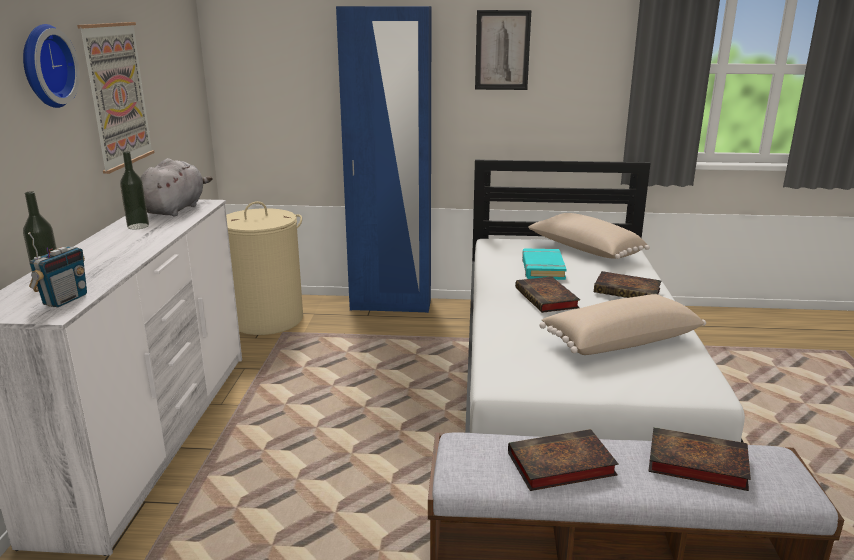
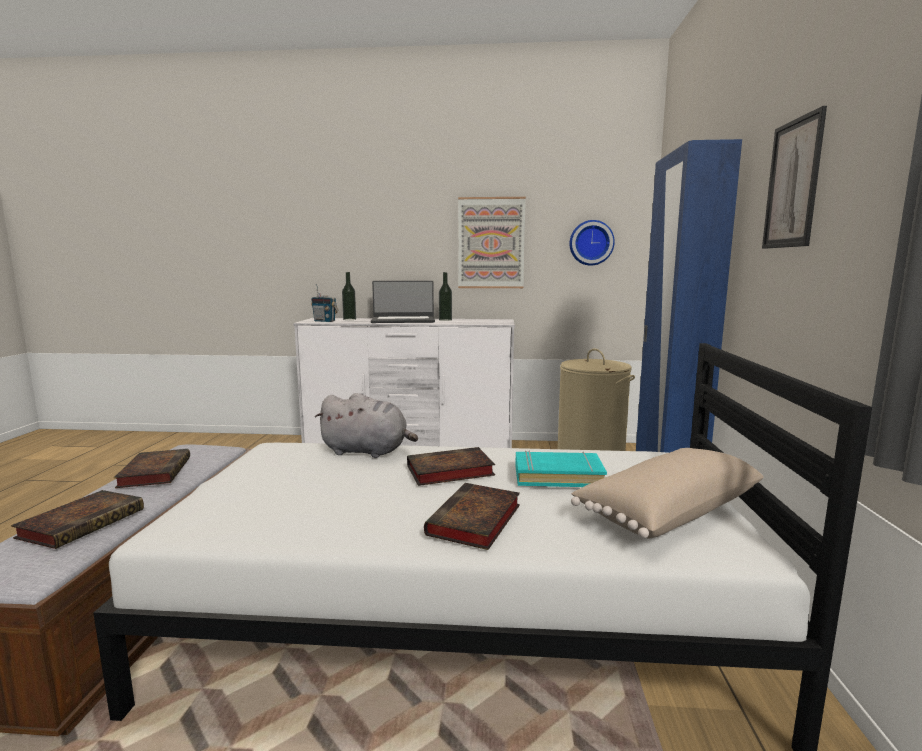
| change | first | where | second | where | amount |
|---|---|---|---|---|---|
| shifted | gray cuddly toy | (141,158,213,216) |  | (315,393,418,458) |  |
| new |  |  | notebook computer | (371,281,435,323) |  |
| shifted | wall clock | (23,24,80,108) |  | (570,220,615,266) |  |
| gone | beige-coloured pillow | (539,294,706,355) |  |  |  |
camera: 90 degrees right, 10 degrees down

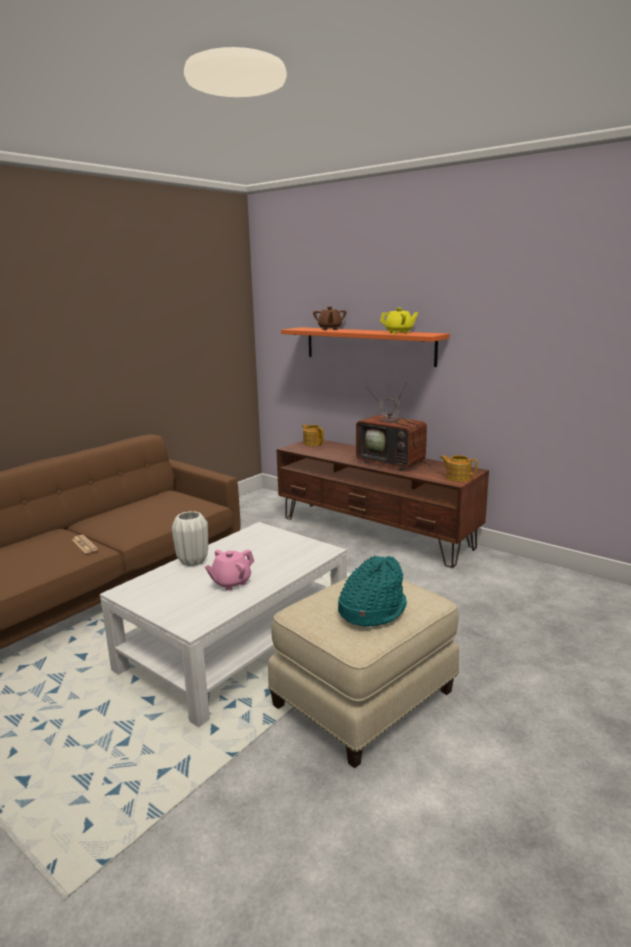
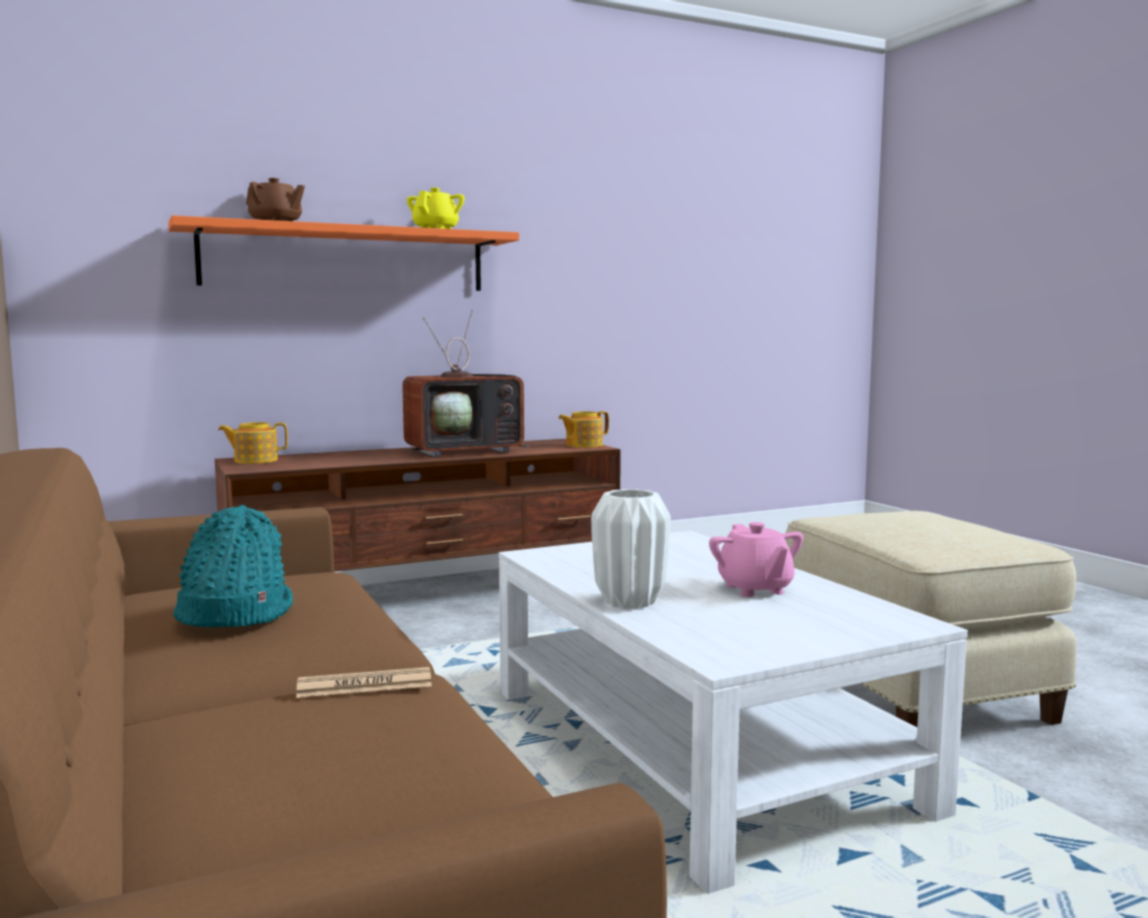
| change | first | where | second | where | amount |
|---|---|---|---|---|---|
| shifted | turquoise-coloured clothing hat | (338,556,407,627) |  | (173,505,293,627) |  |
camera: 65 degrees left, 10 degrees down

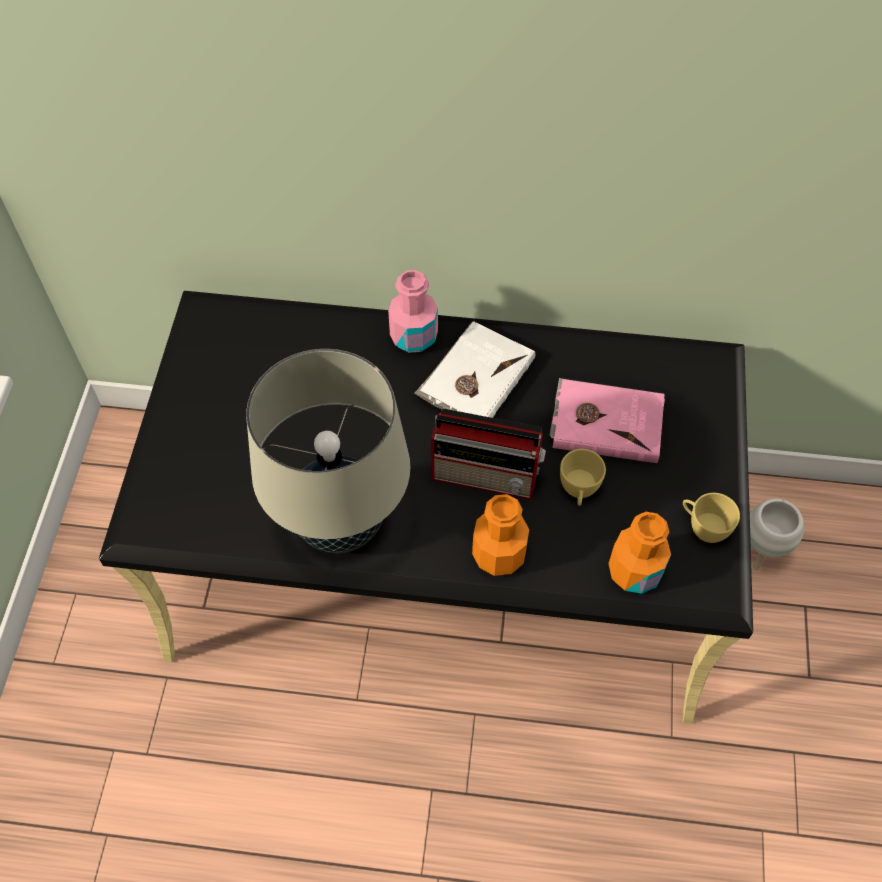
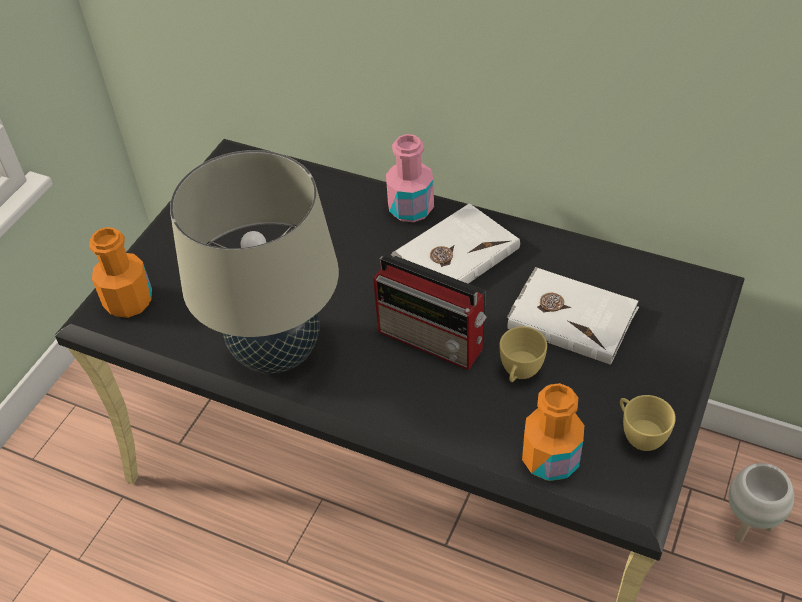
| change | first | where | second | where | amount |
|---|---|---|---|---|---|
| shifted | orangey beverage bottle | (472,494,529,576) |  | (89,227,152,318) |  |
| repainted | pinkish book | (550,378,665,463) | white book | (507,267,639,365) |  |
camera: 20 degrees right, 10 degrees down

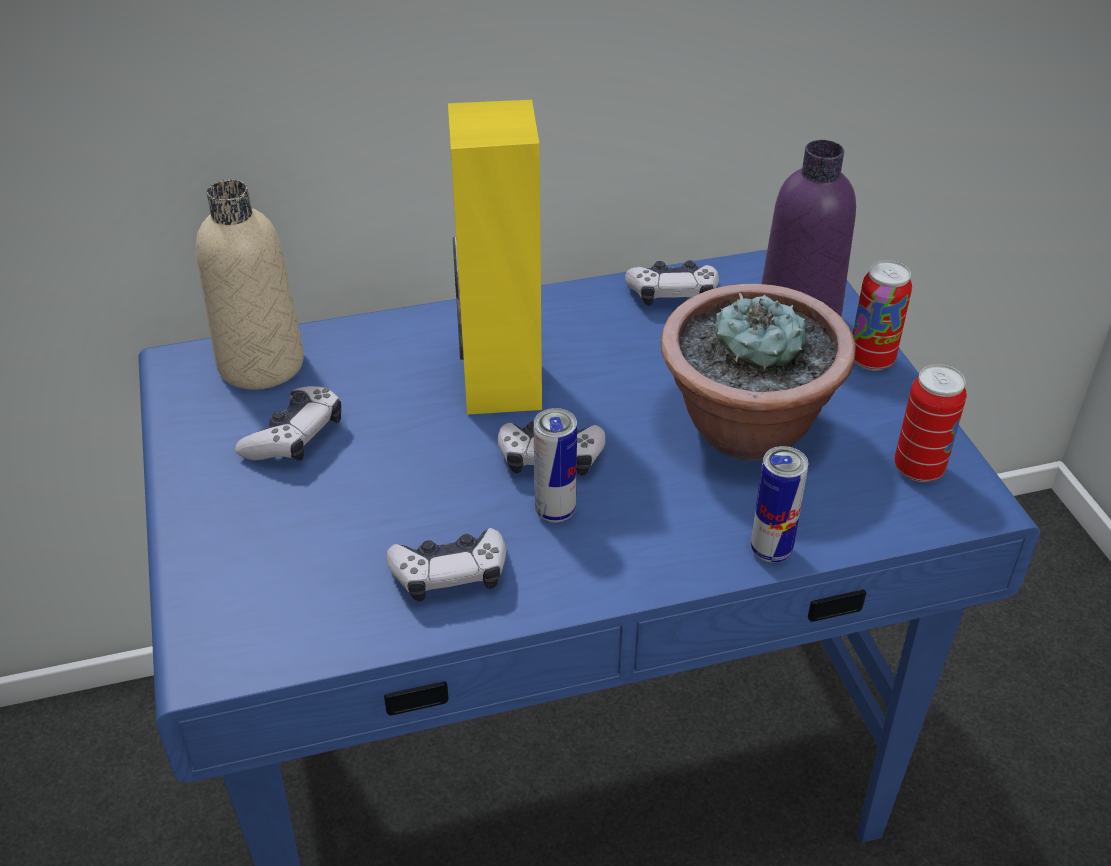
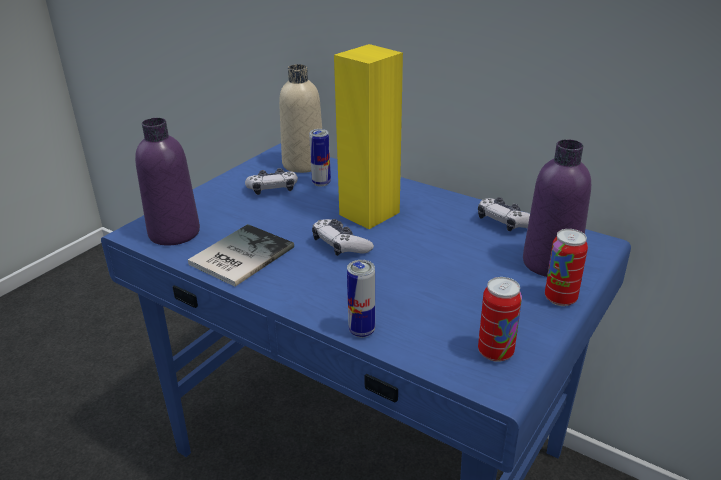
| change | first | where | second | where | amount |
|---|---|---|---|---|---|
| new |  |  | purple beverage bottle | (135,118,200,246) |  |
| swapped | joypad | (386,528,506,602) | book | (188,224,294,287) |  |
| shifted | metal can | (534,408,577,523) |  | (309,129,331,187) |  |
| gone | houseplant | (661,284,856,460) |  |  |  |
camera: 50 degrees right, 10 degrees down

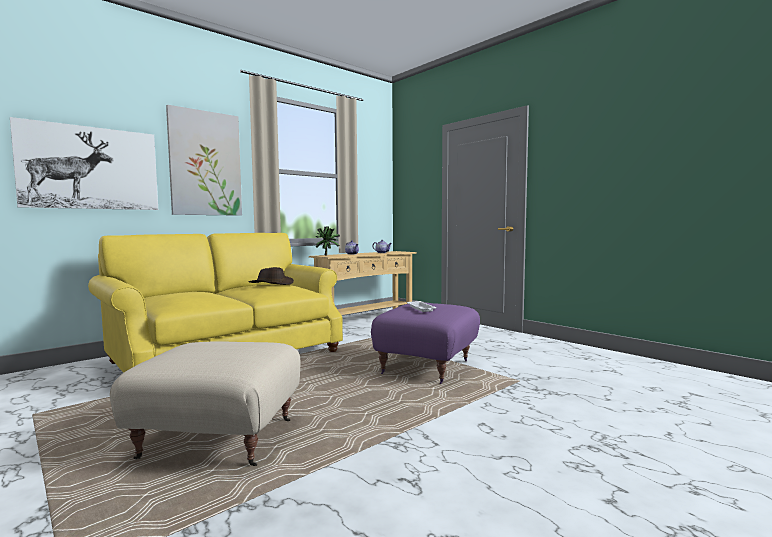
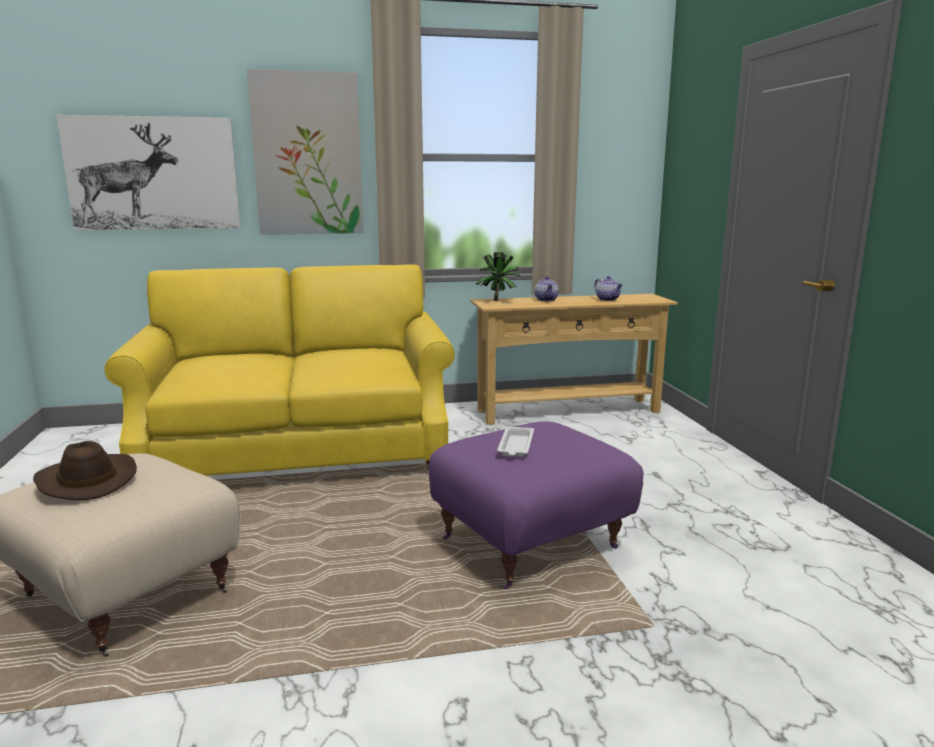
| change | first | where | second | where | amount |
|---|---|---|---|---|---|
| shifted | brown clothing hat | (249,267,294,285) |  | (33,441,137,500) |  |
camera: 30 degrees right, 10 degrees up

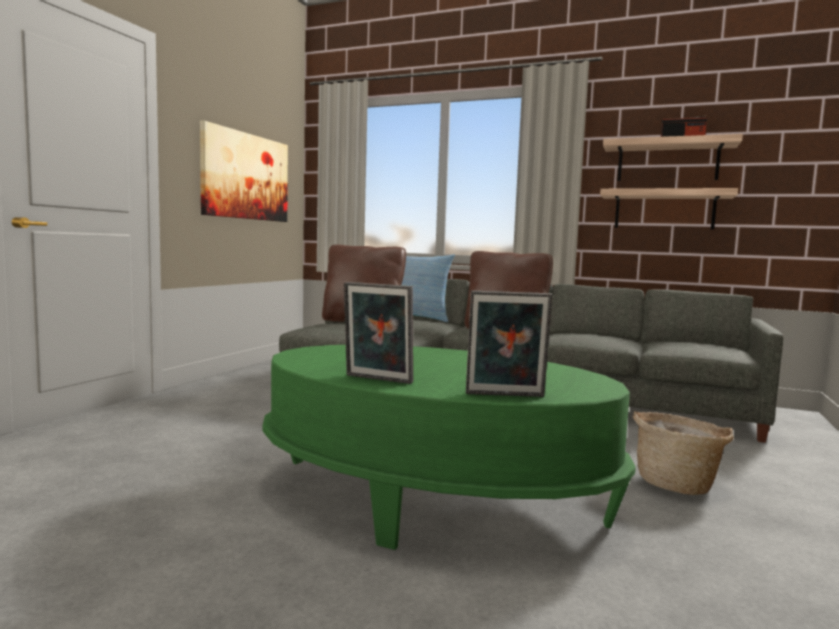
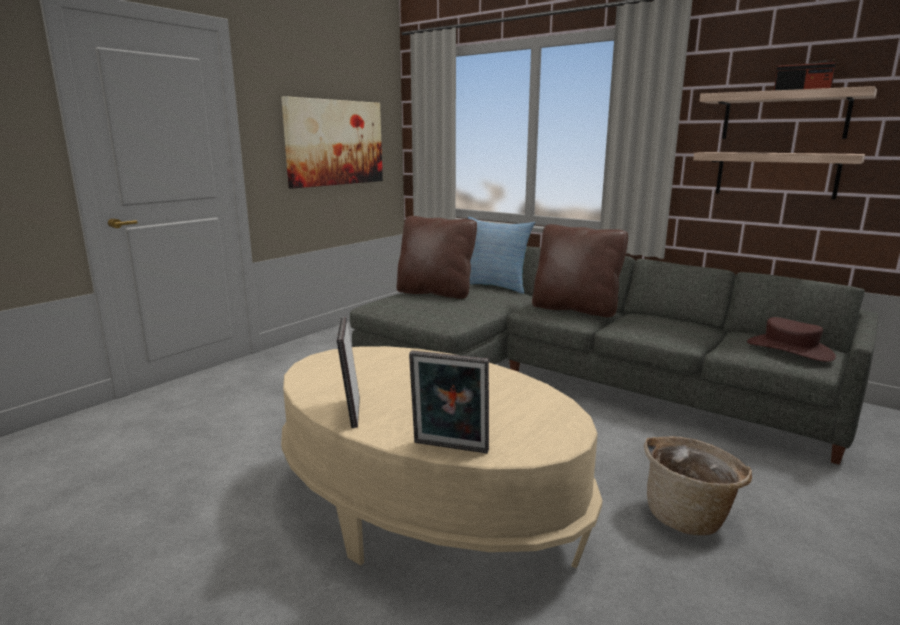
| change | first | where | second | where | amount |
|---|---|---|---|---|---|
| repainted | green low table | (263,345,636,550) | beige-coloured low table | (281,346,603,568) |  |
| rotated | picture frame | (344,282,413,384) |  | (337,317,360,428) | 45 degrees clockwise |
| new |  |  | brown clothing hat | (747,317,836,362) |  |
camera: 15 degrees right, 10 degrees up

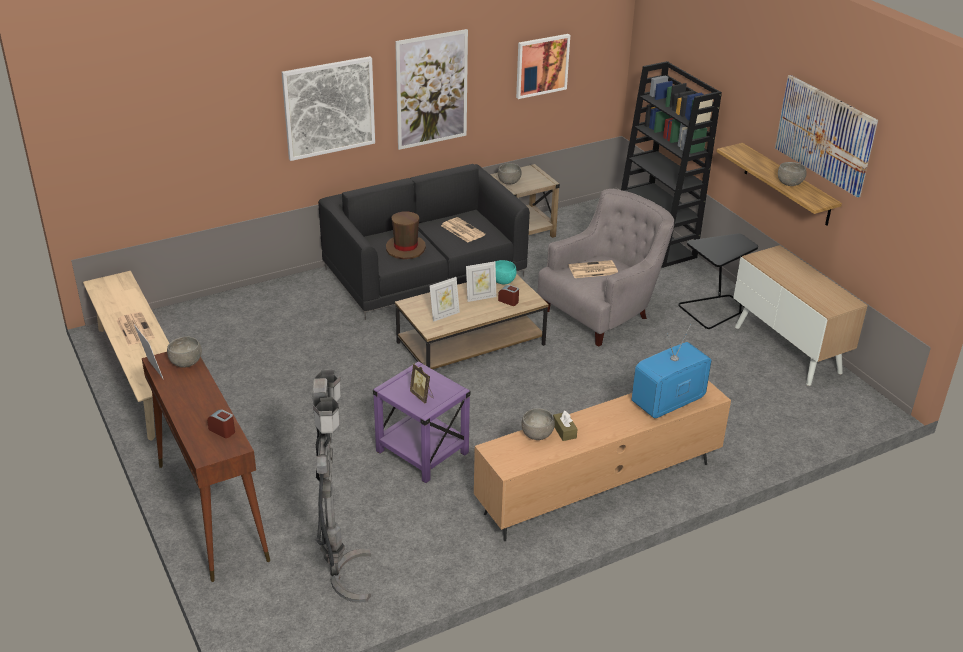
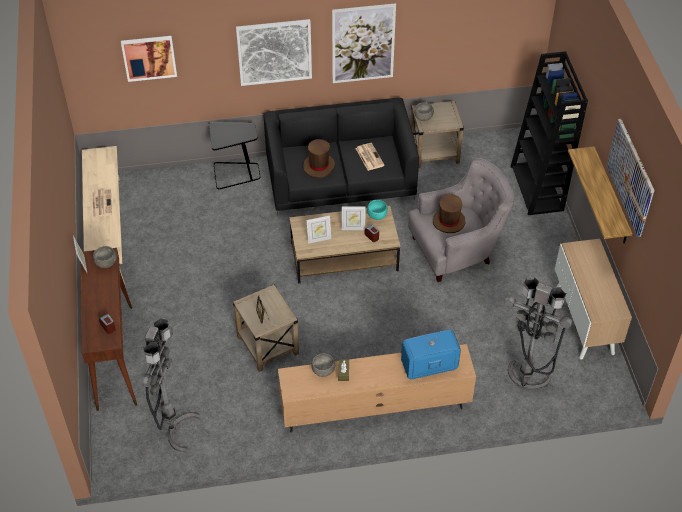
| change | first | where | second | where | amount |
|---|---|---|---|---|---|
| shifted | picture | (516,34,570,99) |  | (121,36,177,82) |  |
| shifted | black-coloured accent table | (678,233,758,329) |  | (209,122,260,189) |  |
| repainted | purple accent table | (373,361,470,483) | beige-coloured accent table | (233,285,299,372) |  |
| swapped | daily paper | (569,260,618,278) | brown clothing hat | (433,194,465,233) |  |
| new |  |  | gray standing lamp | (504,277,572,390) |  |
| gone | gray bowl | (778,162,806,186) |  |  |  |
camera: 20 degrees right, 15 degrees up

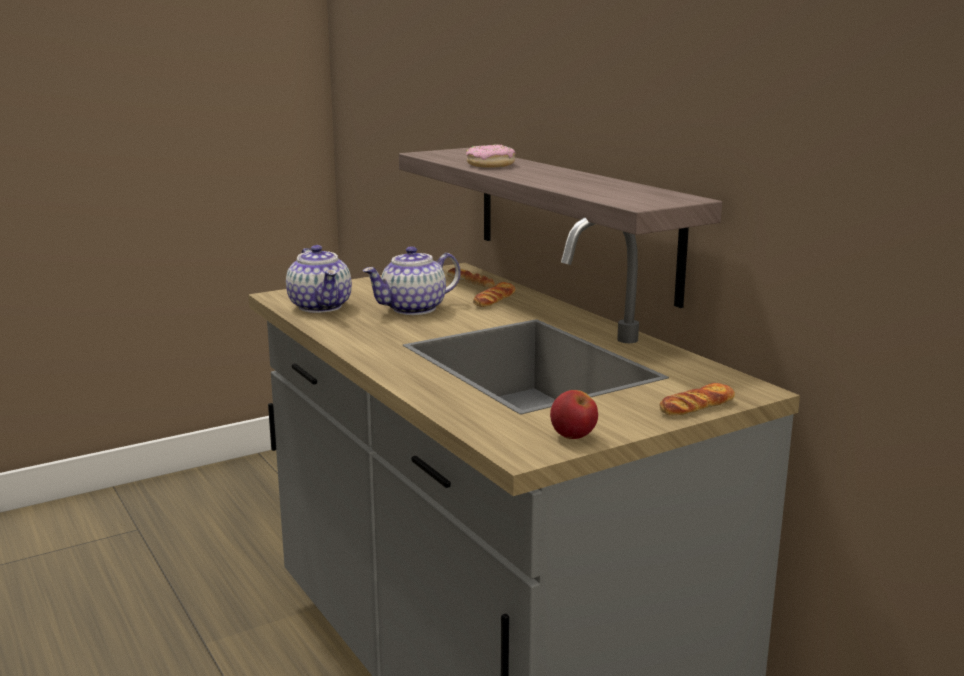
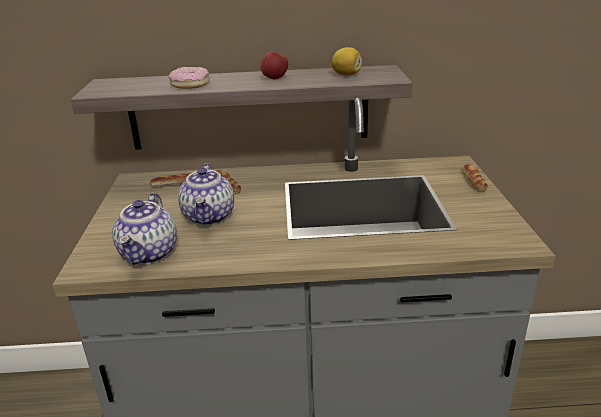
| change | first | where | second | where | amount |
|---|---|---|---|---|---|
| rotated | teapot | (286,245,352,313) |  | (112,193,177,265) | 90 degrees clockwise |
| shifted | apple | (550,390,598,439) |  | (261,51,288,80) |  |
| new |  |  | citrus fruit | (332,47,362,76) |  |
camera: 60 degrees left, 10 degrees up

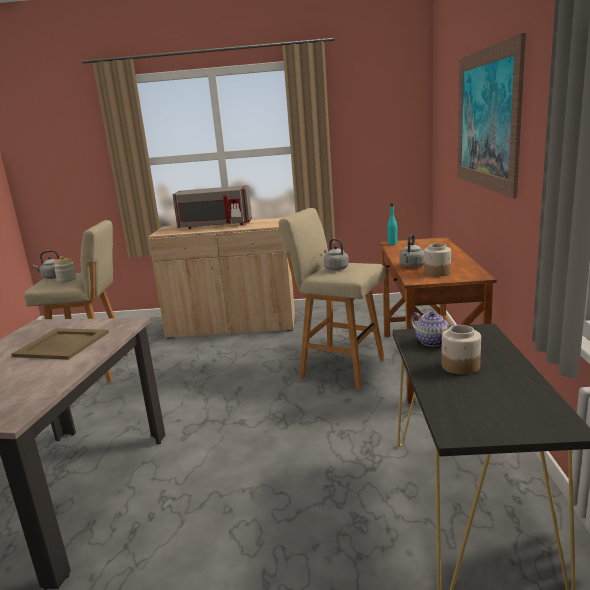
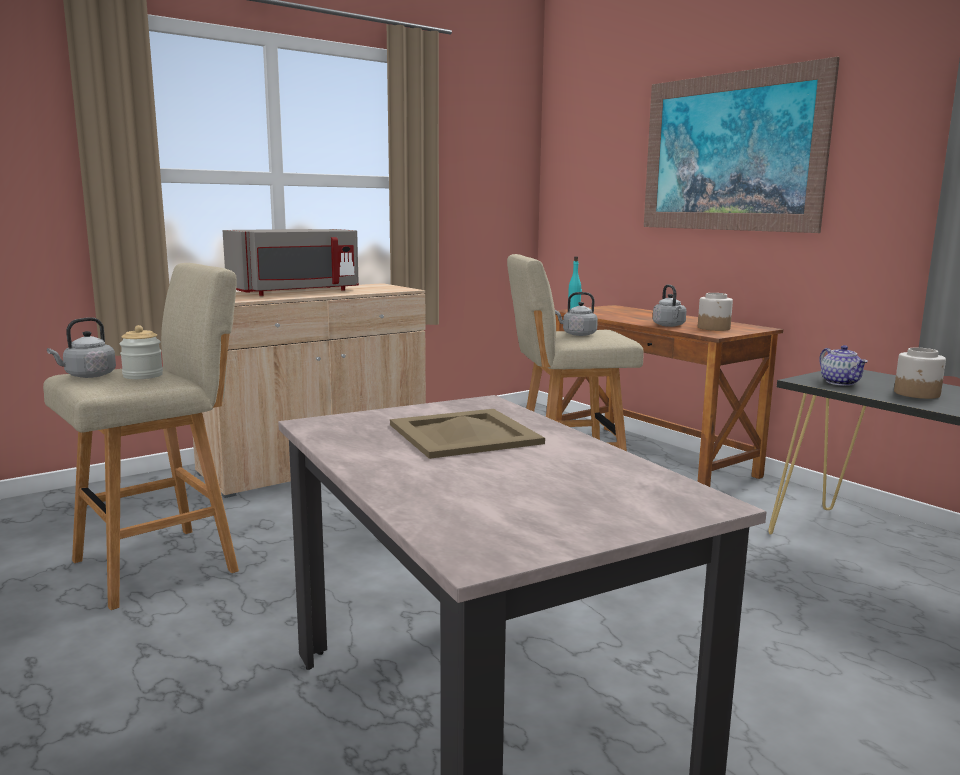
| change | first | where | second | where | amount |
|---|---|---|---|---|---|
| rotated | teapot | (410,311,454,346) |  | (819,345,868,386) | 60 degrees clockwise |
camera: 40 degrees left, 5 degrees down

